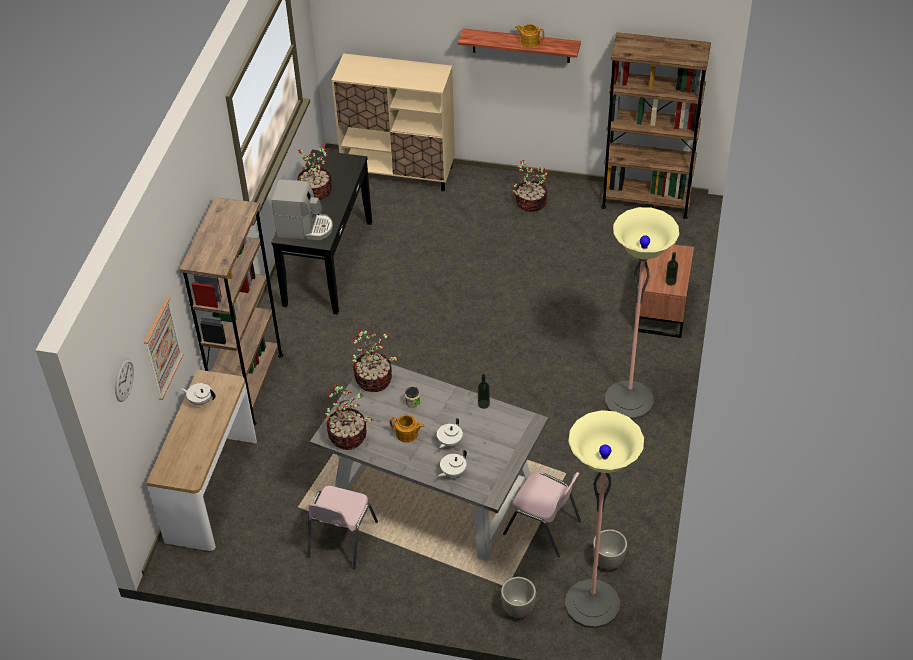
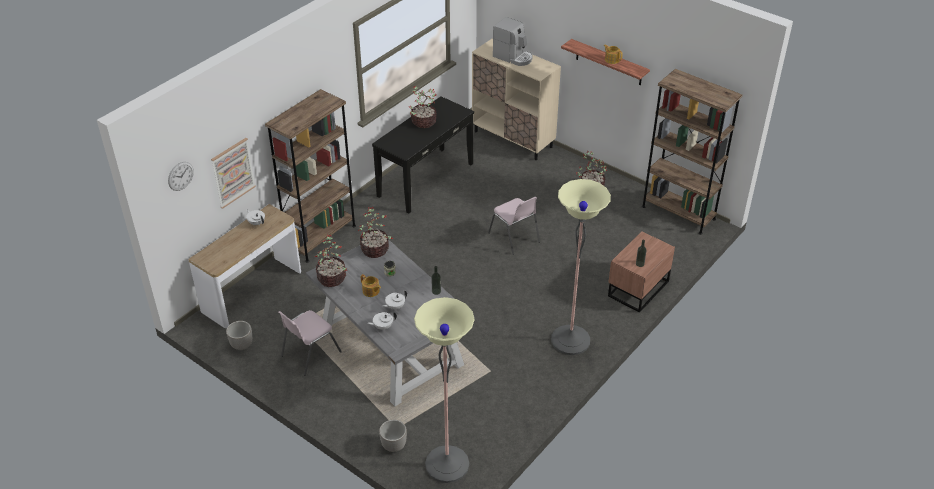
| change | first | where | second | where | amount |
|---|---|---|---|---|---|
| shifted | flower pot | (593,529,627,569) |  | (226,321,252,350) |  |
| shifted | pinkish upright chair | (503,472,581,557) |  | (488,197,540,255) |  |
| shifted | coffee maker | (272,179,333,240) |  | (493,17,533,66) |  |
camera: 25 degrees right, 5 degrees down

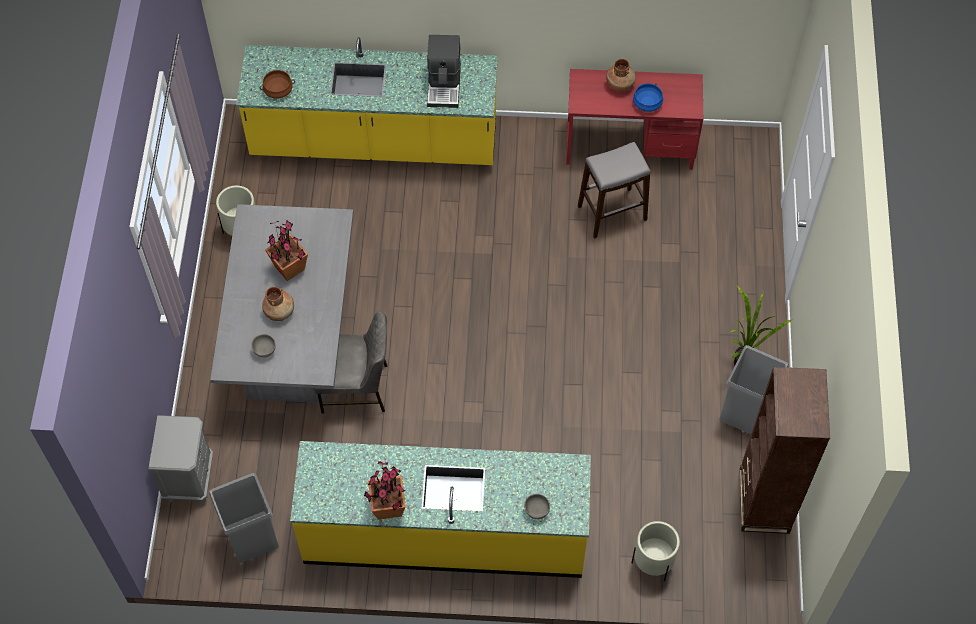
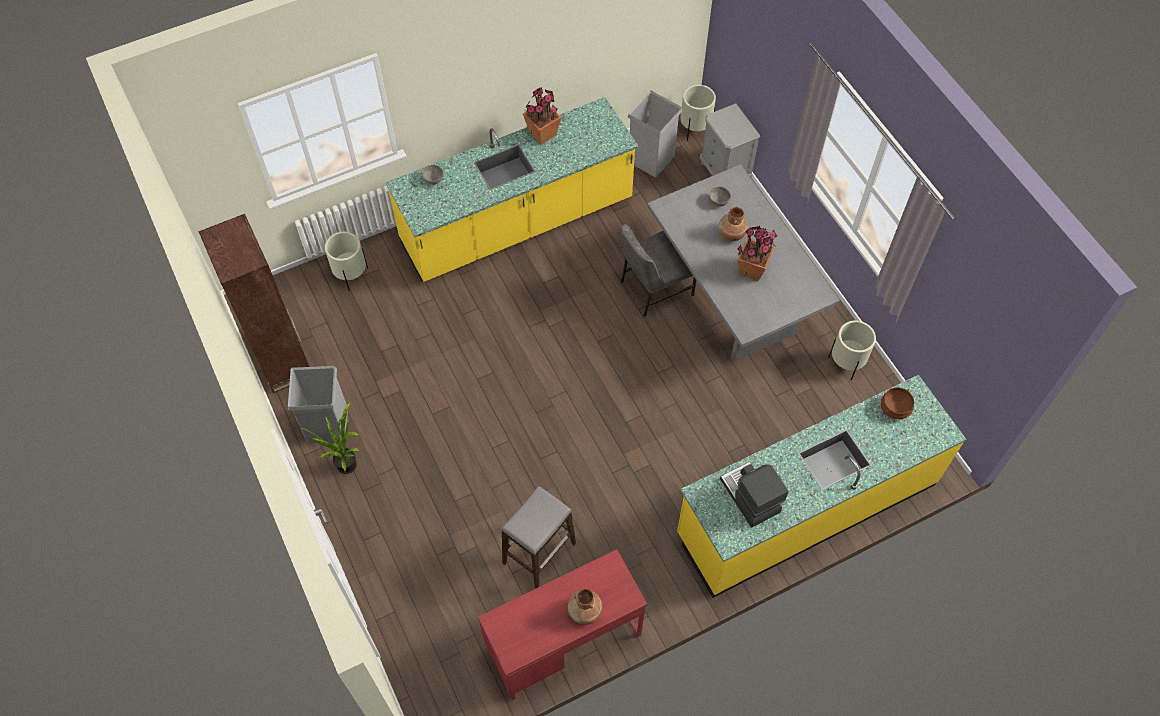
| change | first | where | second | where | amount |
|---|---|---|---|---|---|
| new |  |  | beige-coloured flower pot | (681,85,716,141) |  |
| gone | bluish saucepot | (633,83,663,112) |  |  |  |
camera: 150 degrees right, 0 degrees up

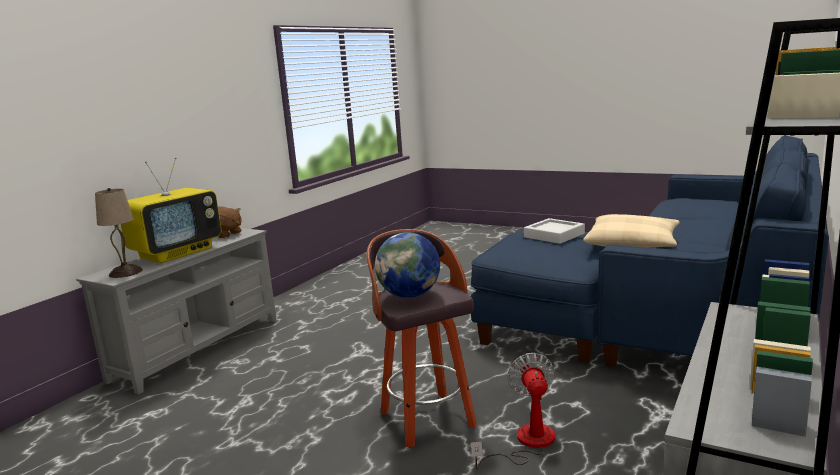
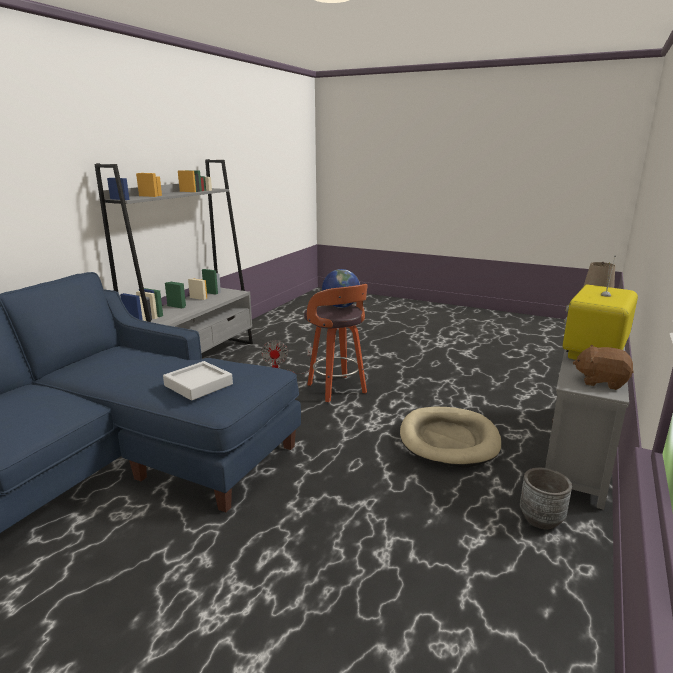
| change | first | where | second | where | amount |
|---|---|---|---|---|---|
| new |  |  | beige-coloured pet bed | (400,407,501,468) |  |
| new |  |  | gray flower pot | (520,468,572,529) |  |
| gone | beige-coloured pillow | (583,214,680,247) |  |  |  |
camera: 175 degrees right, 5 degrees up

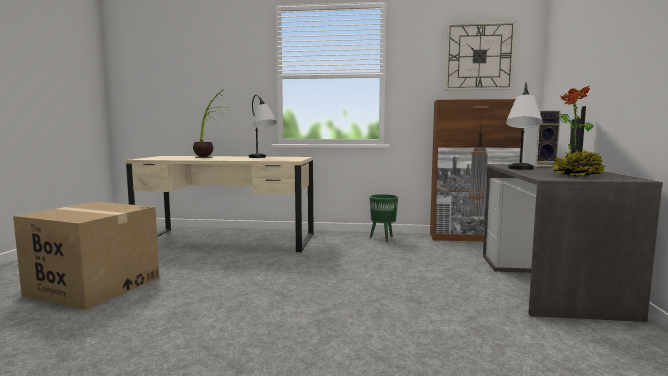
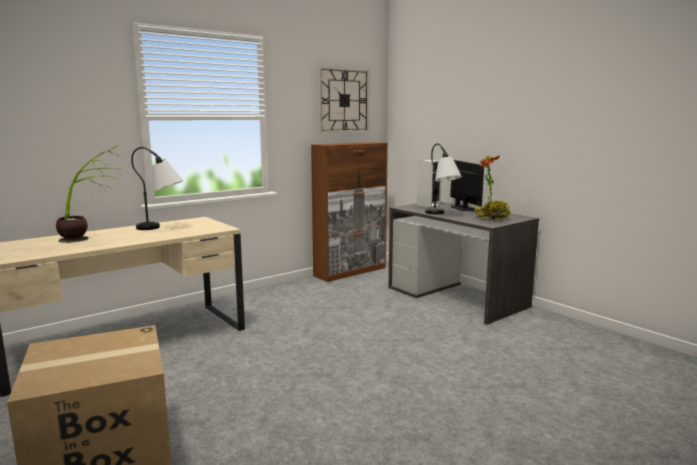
| change | first | where | second | where | amount |
|---|---|---|---|---|---|
| gone | green flower pot | (369,194,398,242) |  |  |  |
camera: 45 degrees left, 5 degrees up

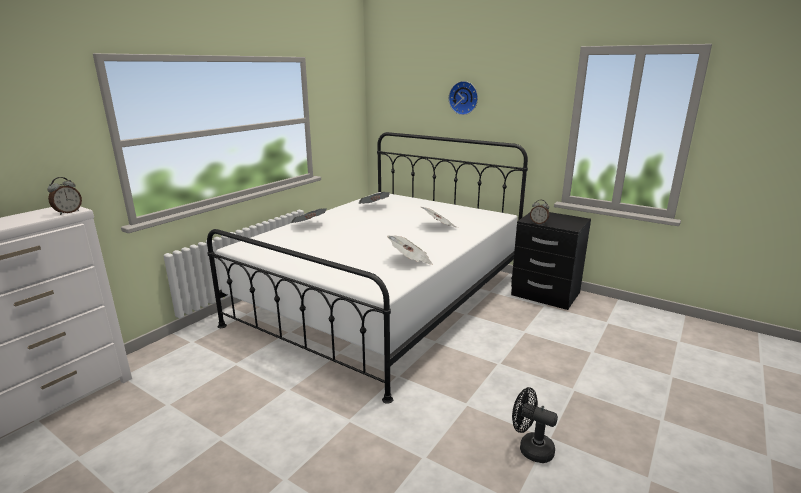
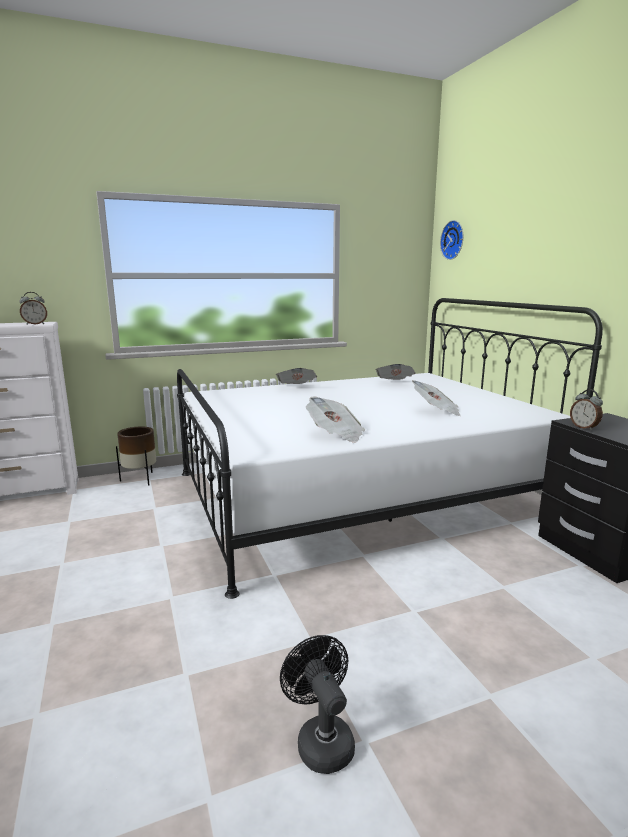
| change | first | where | second | where | amount |
|---|---|---|---|---|---|
| new |  |  | brown flower pot | (116,427,156,486) |  |
| shifted | wall clock | (449,81,478,115) |  | (440,220,463,260) |  |
camera: 35 degrees right, 5 degrees down

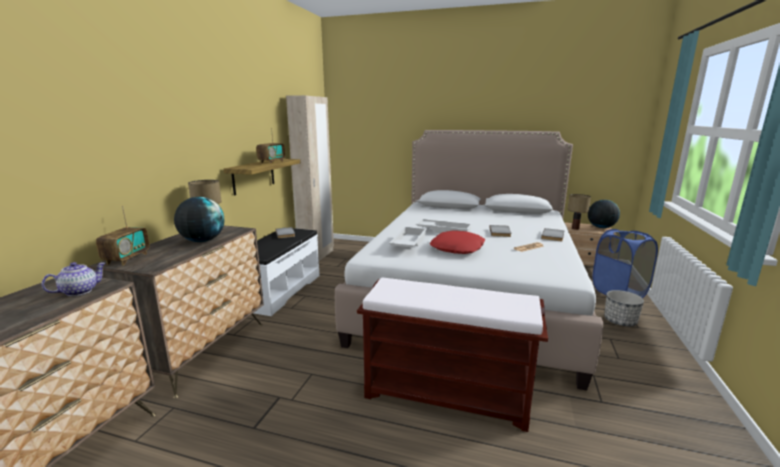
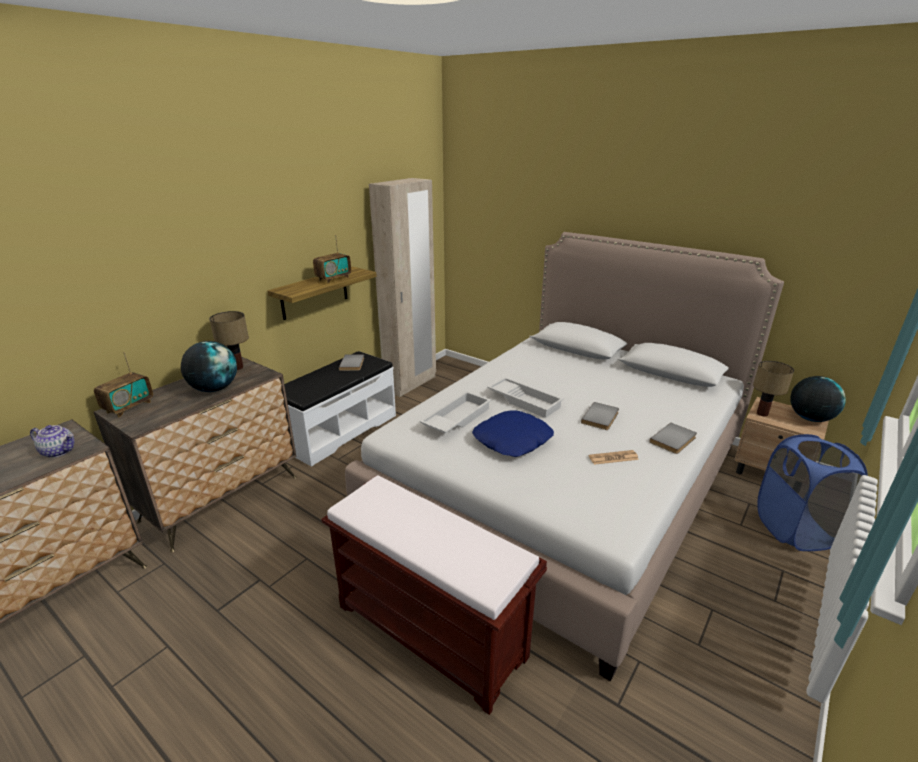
| change | first | where | second | where | amount |
|---|---|---|---|---|---|
| rotated | teapot | (41,262,106,296) |  | (30,425,74,458) | 45 degrees clockwise |
| repainted | red pillow | (430,231,485,254) | bluish pillow | (472,410,554,457) |  |
| gone | flower pot | (604,290,644,326) |  |  |  |
camera: 20 degrees right, 10 degrees up

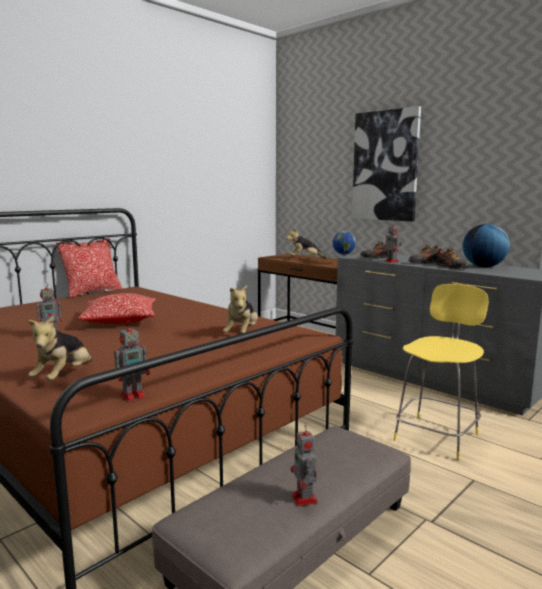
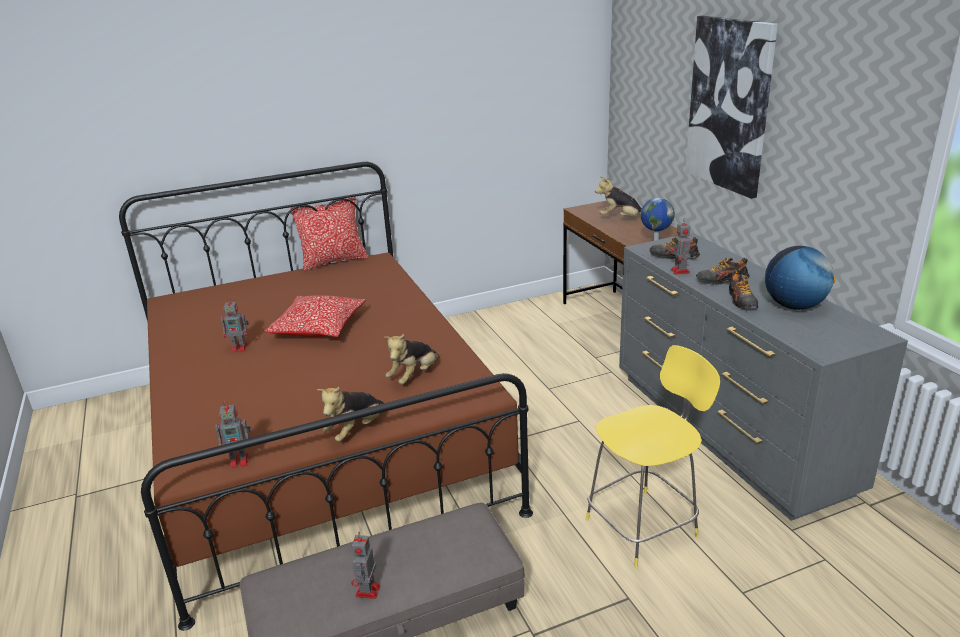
| change | first | where | second | where | amount |
|---|---|---|---|---|---|
| shifted | cuddly toy | (28,316,92,381) |  | (317,387,384,442) |  |
camera: 25 degrees right, 15 degrees up

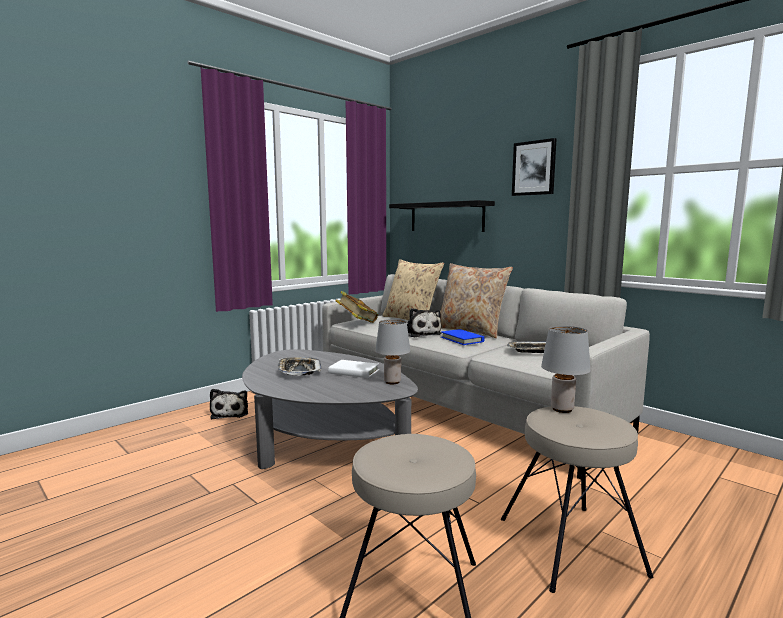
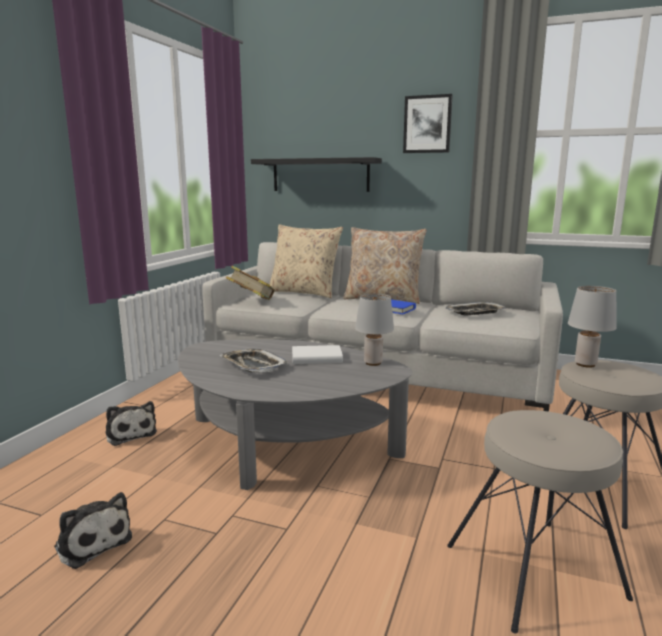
| change | first | where | second | where | amount |
|---|---|---|---|---|---|
| shifted | cuddly toy | (407,308,442,337) |  | (54,492,132,569) |  |
camera: 25 degrees left, 5 degrees up

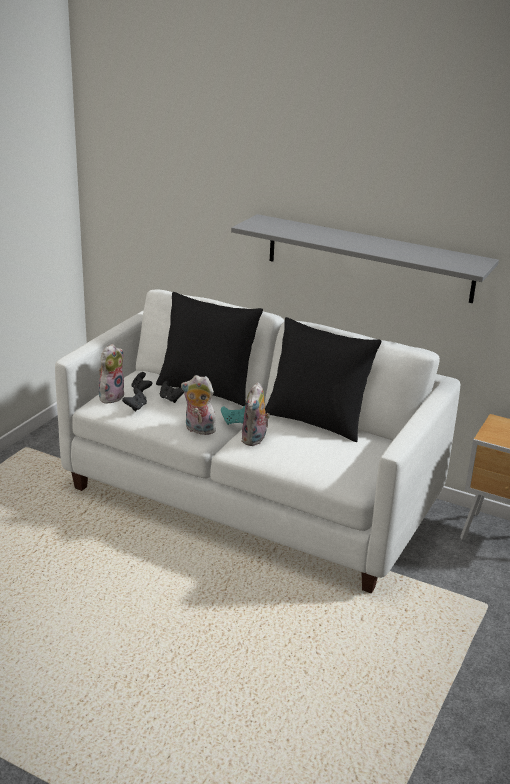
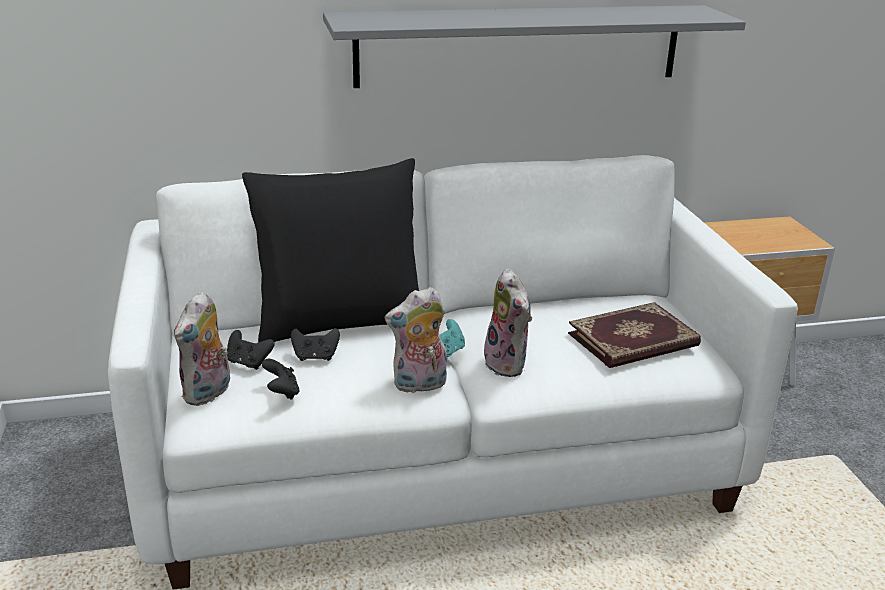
| change | first | where | second | where | amount |
|---|---|---|---|---|---|
| rotated | cuddly toy | (99,344,124,404) |  | (174,291,230,406) | 150 degrees counterclockwise |
| new |  |  | book | (568,302,701,368) |  |
| gone | black-coloured pillow | (265,317,381,442) |  |  |  |
camera: 40 degrees left, 0 degrees up

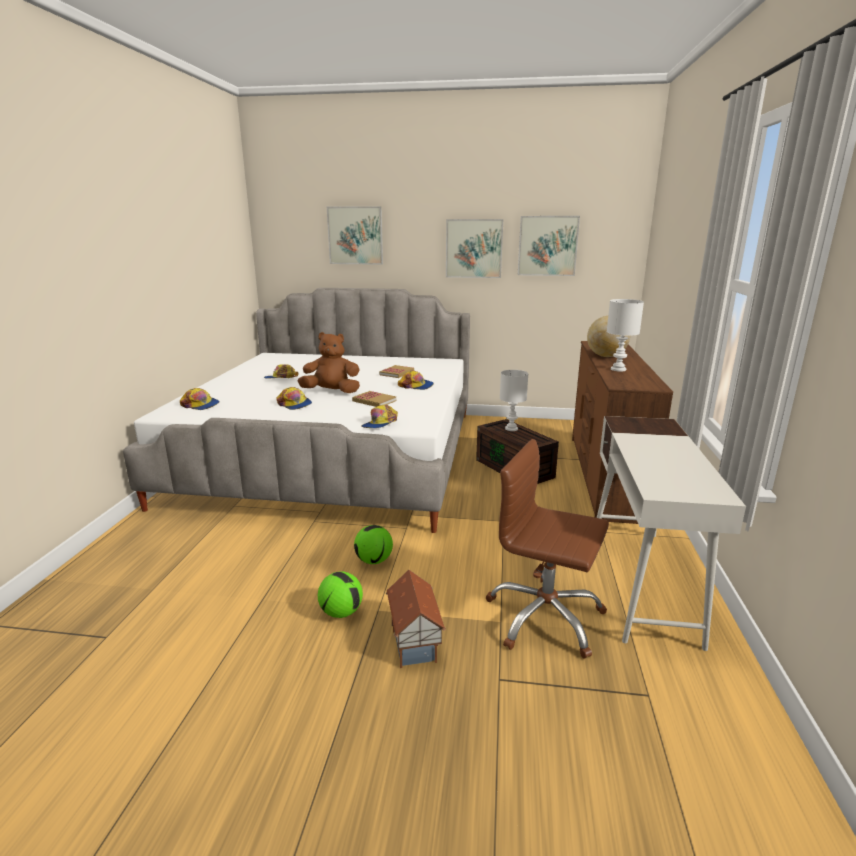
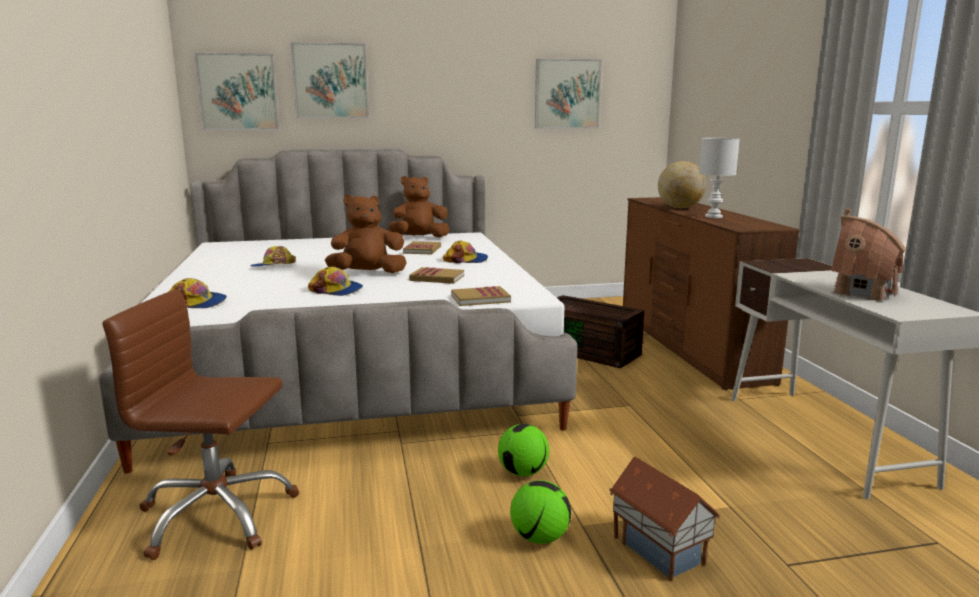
| change | first | where | second | where | amount |
|---|---|---|---|---|---|
| shifted | brown office chair | (486,439,609,659) |  | (102,289,299,560) |  |
| shifted | picture | (446,219,503,278) |  | (195,53,279,130) |  |
| new |  |  | brown cuddly toy | (388,176,450,237) |  |
| swapped | cap | (361,405,398,428) | book | (451,286,511,306) |  |
| new |  |  | toy house | (831,209,907,301) |  |
| gone | white lamp for a table | (500,370,528,431) |  |  |  |
camera: 20 degrees left, 5 degrees down

